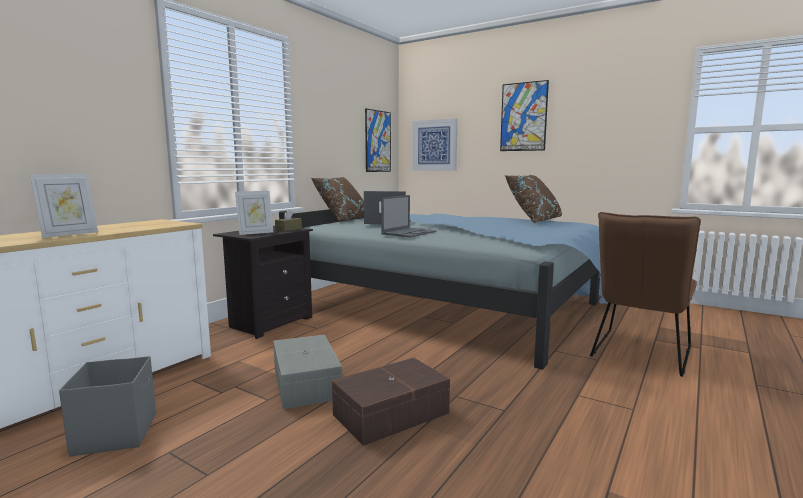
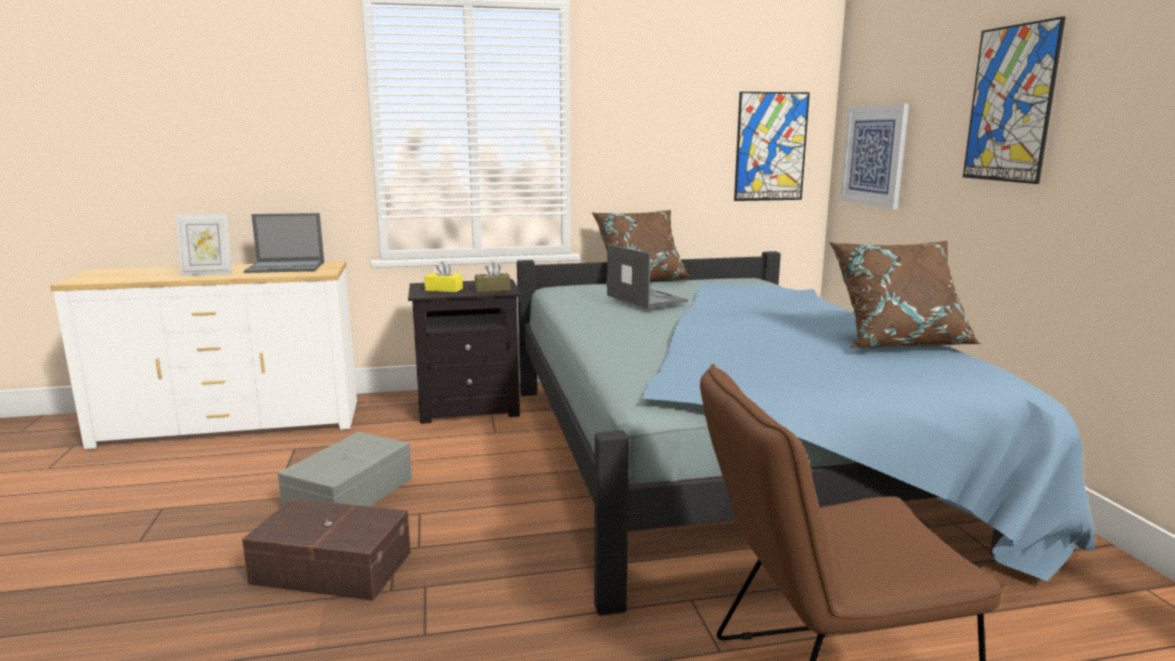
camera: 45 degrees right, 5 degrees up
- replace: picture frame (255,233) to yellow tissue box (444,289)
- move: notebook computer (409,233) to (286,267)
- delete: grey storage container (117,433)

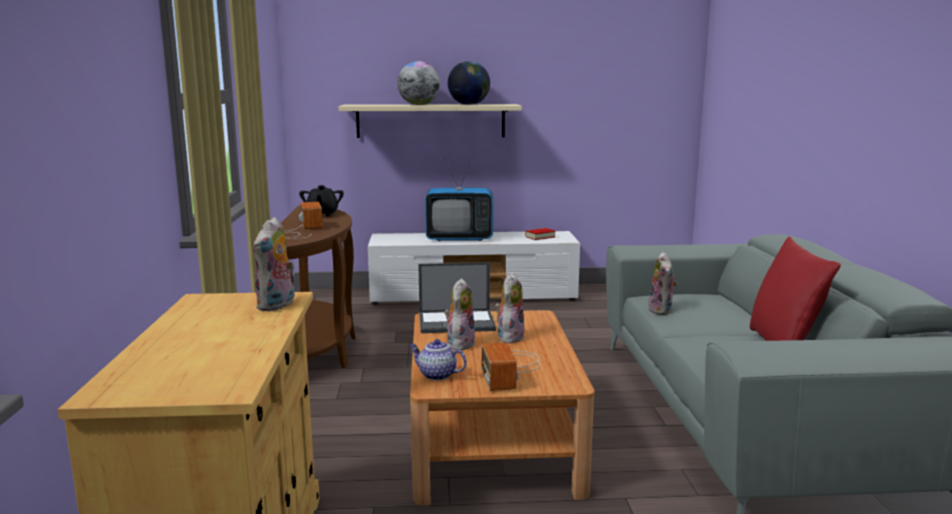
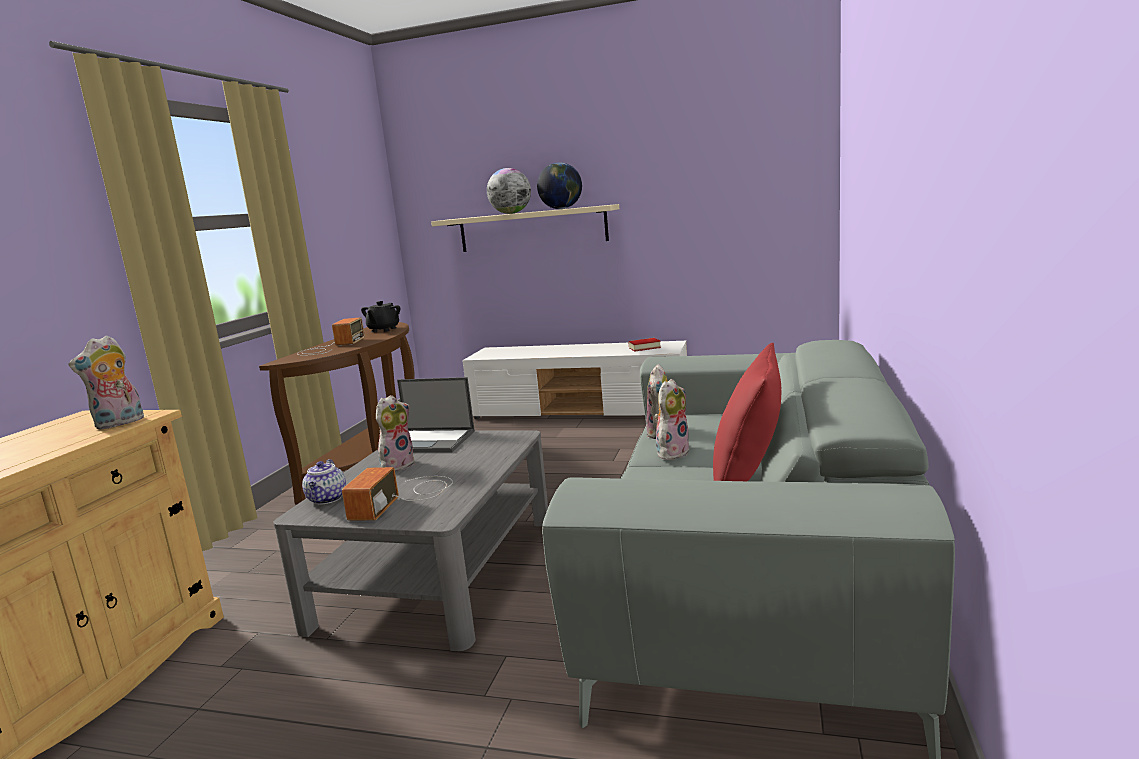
camera: 20 degrees right, 0 degrees up
- delete: TV (459,238)
- move: plush toy (509,337) to (672,452)
- recolor: brown-coloured coffee table (492,440) to grey coffee table (438,571)
- rotate: teapot (436,375) = (327,499) 135 degrees counterclockwise

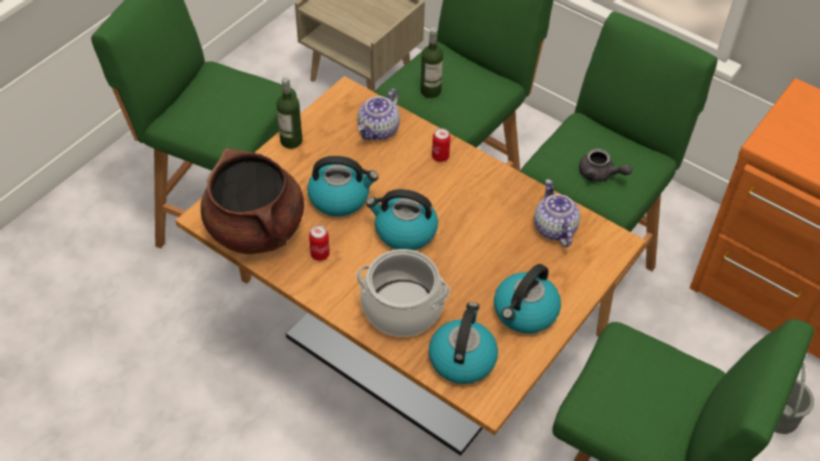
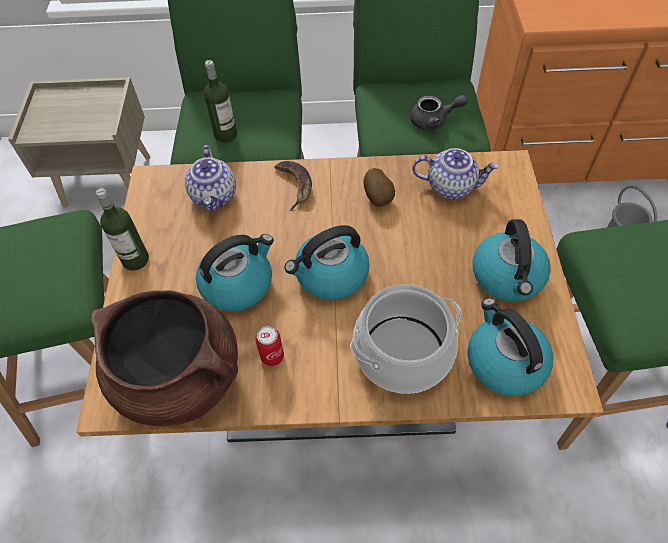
camera: 35 degrees left, 5 degrees up
- replace: can (440,157) to whole banana (294,185)
- rotate: teapot (553,228) = (451,186) 150 degrees clockwise
- insert: spud (379,198)

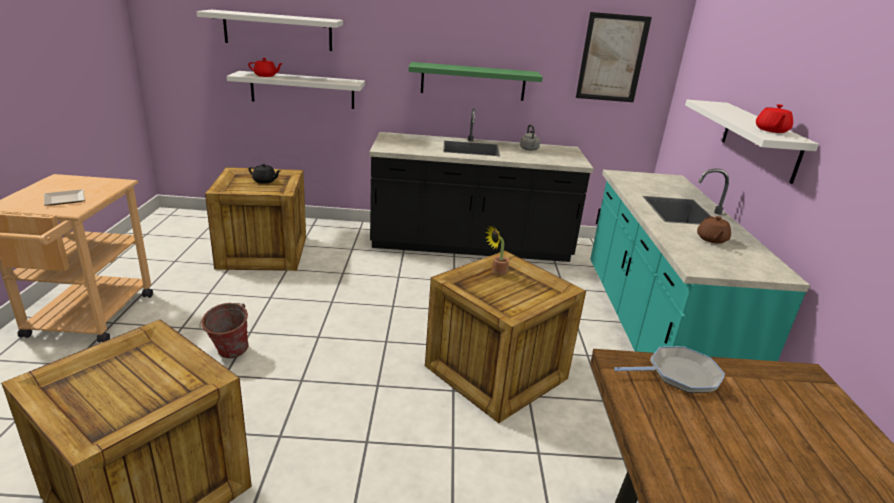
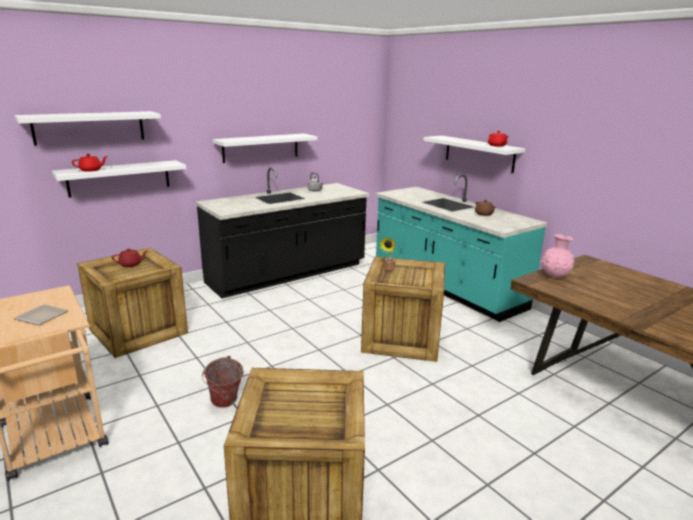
camera: 35 degrees left, 5 degrees down
- delete: wall picture (612,58)
- recolor: green wall shelf (473,81) to white wall shelf (261,147)
- recolor: blackish teapot (265,181) to red teapot (131,264)
- replace: pan (679,375) to pinkish decorative vase (554,276)

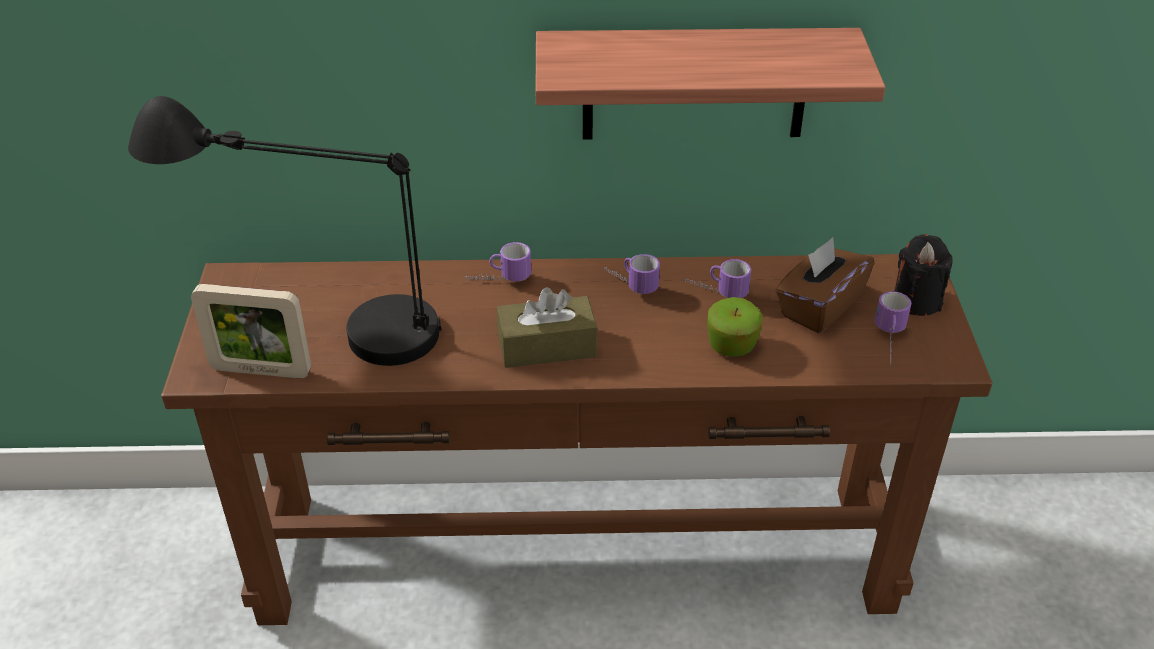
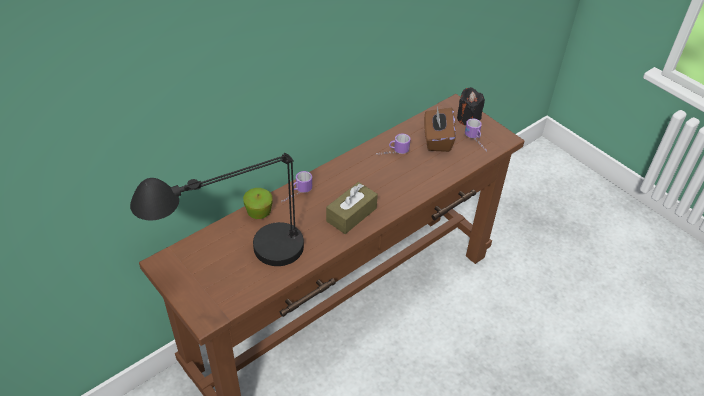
camera: 40 degrees left, 5 degrees up
- delete: wall shelf (694,84)
- delete: mug (629,284)
- delete: picture frame (261,370)
- move: apple (732,346) to (259,212)

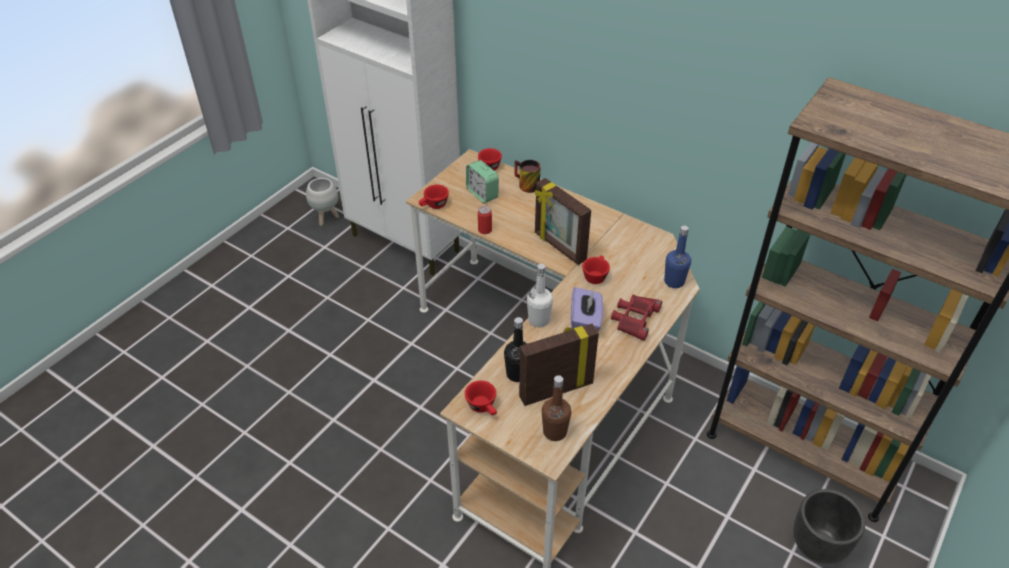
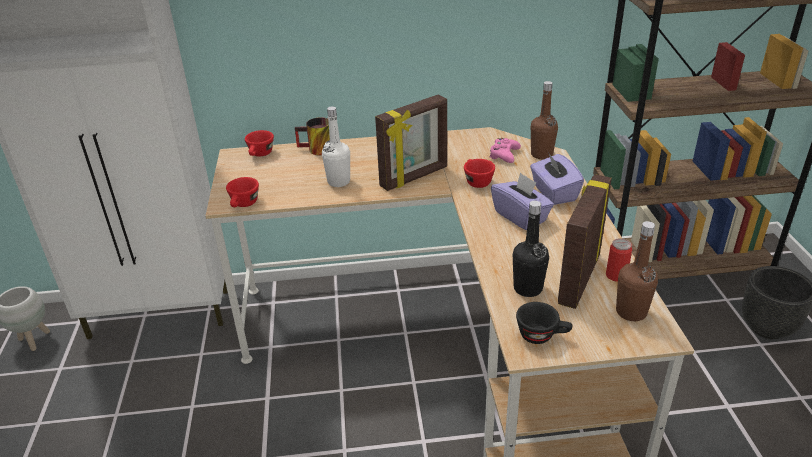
camera: 40 degrees left, 10 degrees down
- delete: table clock (482,194)
- rotate: picture frame (559,247) = (414,177) 45 degrees counterclockwise
- move: can (485,230) to (616,275)
- recolor: blue-coloured beverage bottle (674,282) to brown-coloured beverage bottle (541,154)
- move: white beverage bottle (539,320) to (338,182)
- replace: red field glasses (634,319) to purple tissue box (553,193)
- recolor: red small cup (483,407) to blackish small cup (542,335)
- insert: pinkish game controller (504,155)

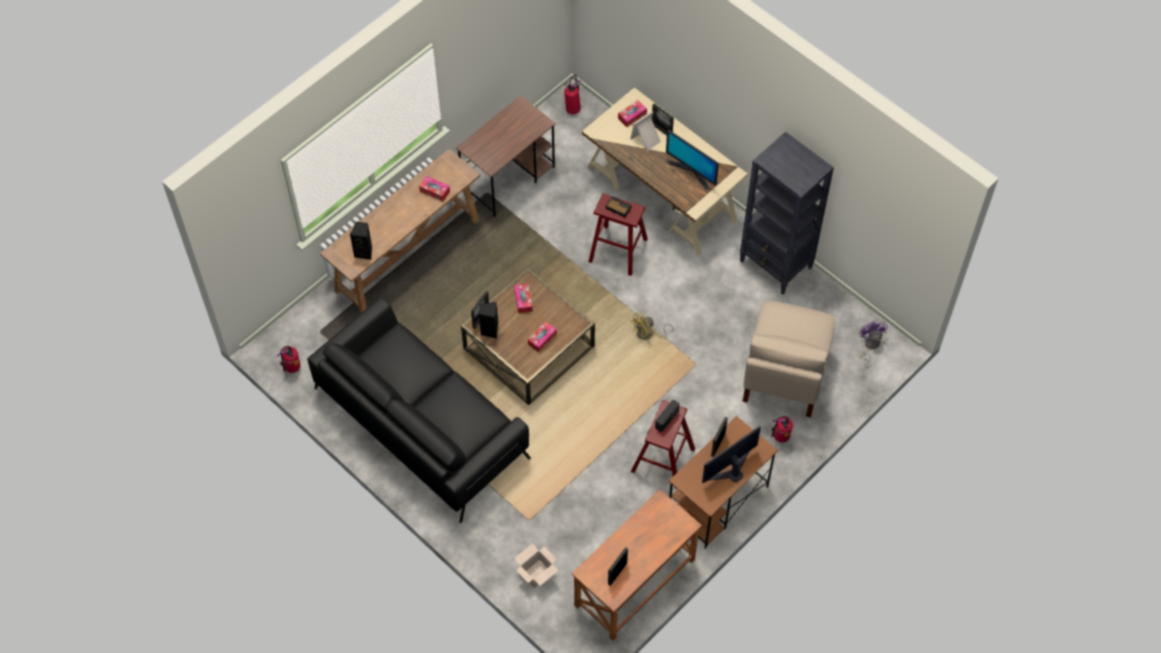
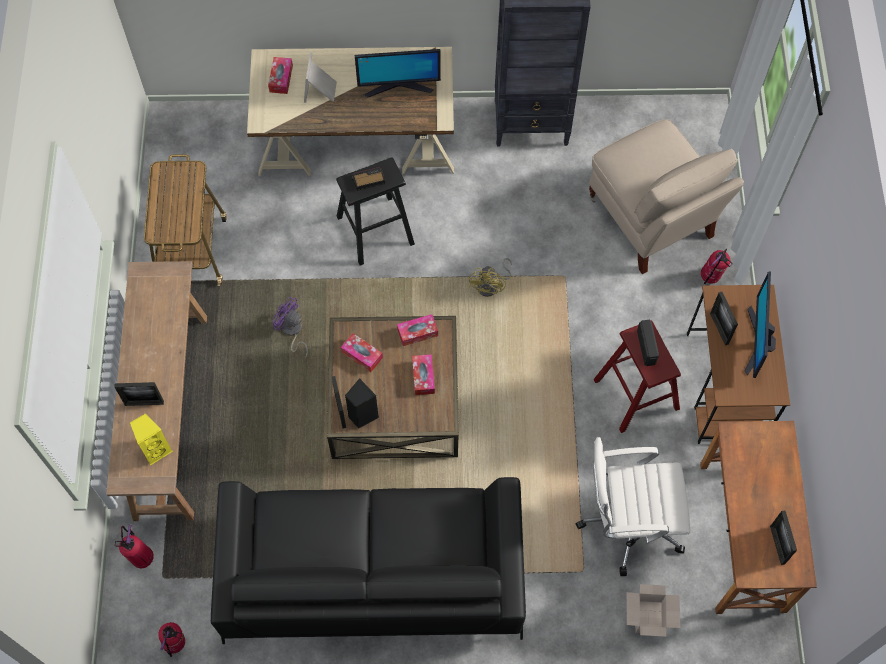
camera: 45 degrees left, 5 degrees up
- move: fire extinguisher (573,109) to (141,557)
- replace: brown-coloured desk (509,178) to cart (191,249)
- move: picture frame (661,130) to (144,403)
- move: tissue box (434,191) to (417,332)
- recolor: red stool seat (618,250) to blackish stool seat (375,230)
- recolor: blackish loudspeaker (364,252) to yellow loudspeaker (156,449)
- move: purple cooling fan (869,345) to (292,331)
- insert: white computer chair (628,522)

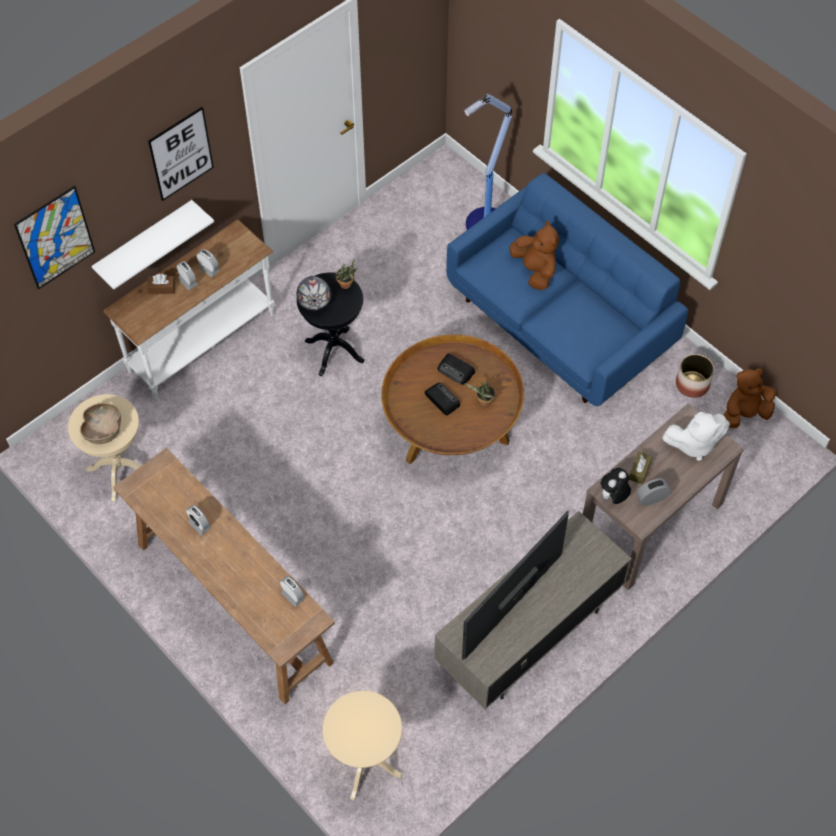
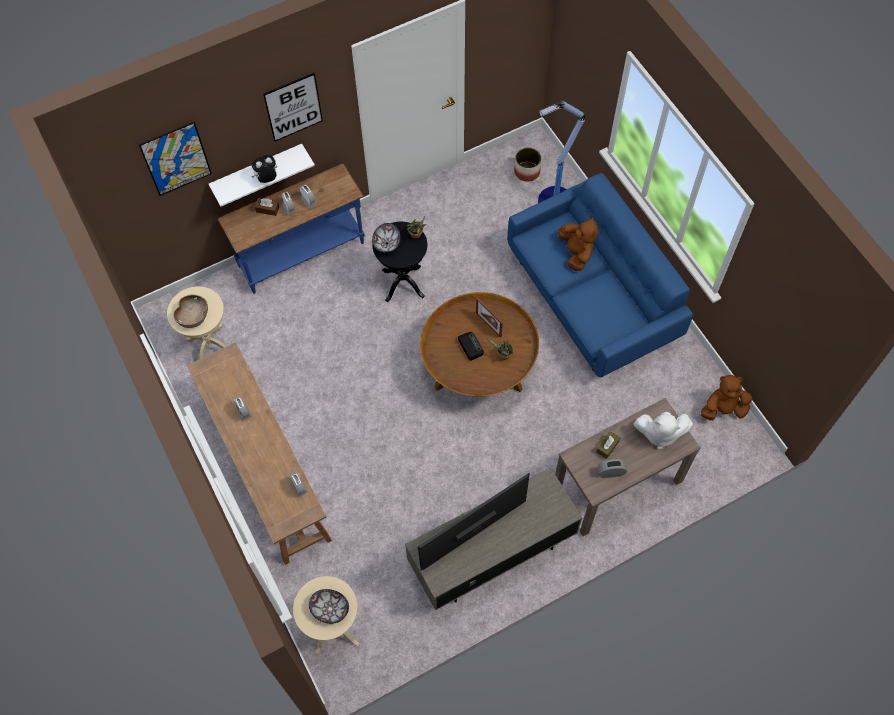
camera: 15 degrees right, 5 degrees up
- recolor: white console table (203,344) to blue-coloured console table (302,255)
- replace: radio receiver (456,371) to picture frame (488,325)
- move: planter (692,384) to (527,171)
- move: plush toy (613,497) to (267,179)
- insert: serving bowl (330,608)

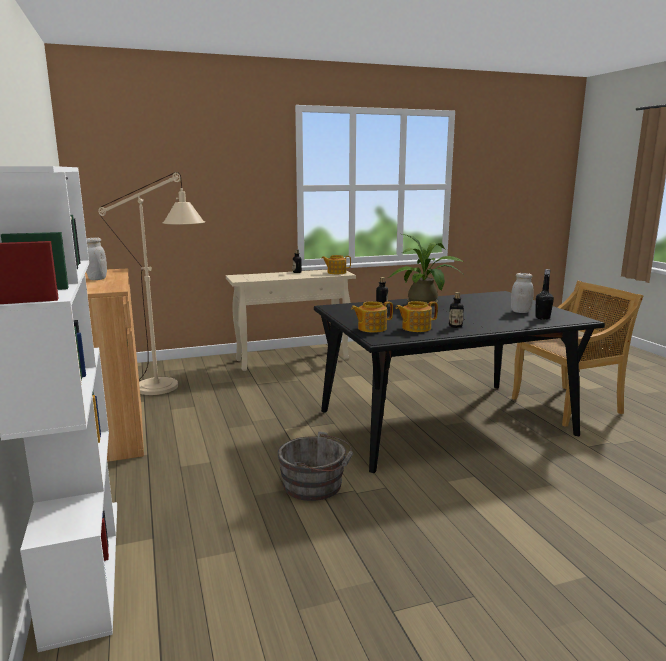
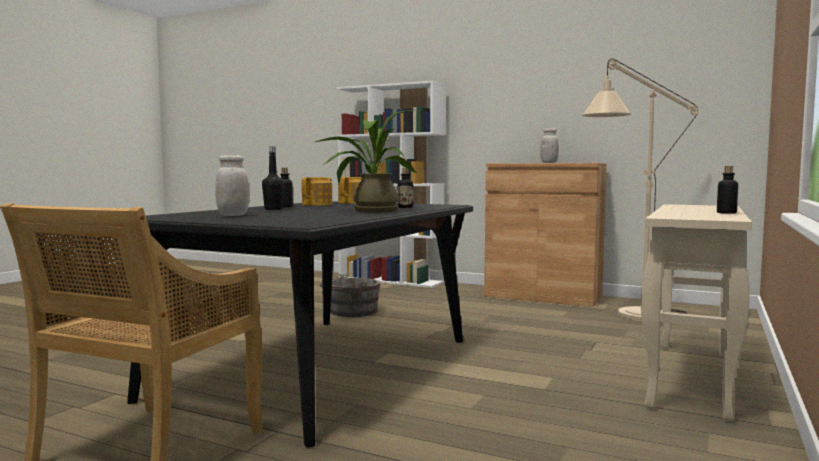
camera: 135 degrees right, 10 degrees down
- delete: teapot (336,272)
- move: blackish beverage bottle (542,318) to (273,209)

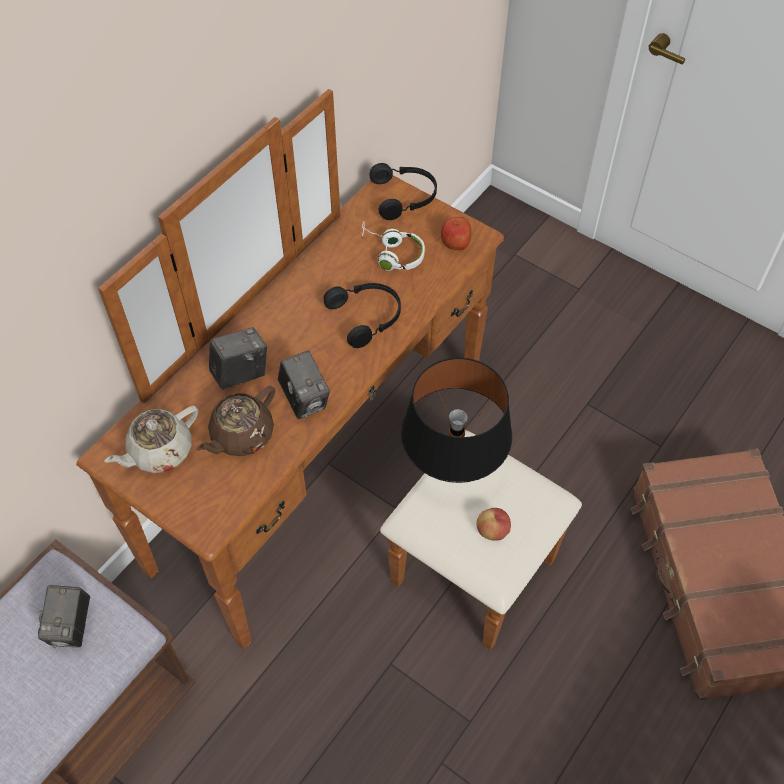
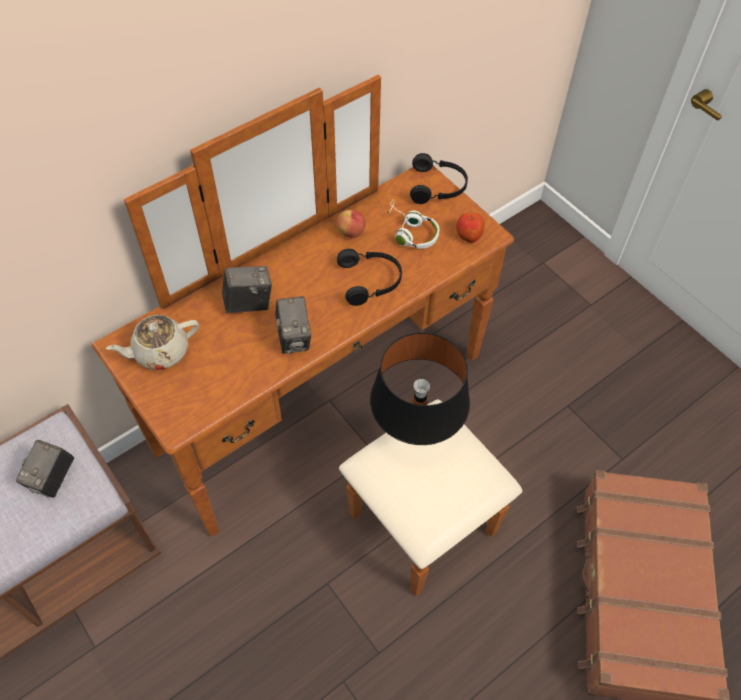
camera: 15 degrees right, 0 degrees up
- delete: brown-coloured teapot (241,435)
- move: apple (492,531) to (351,232)

